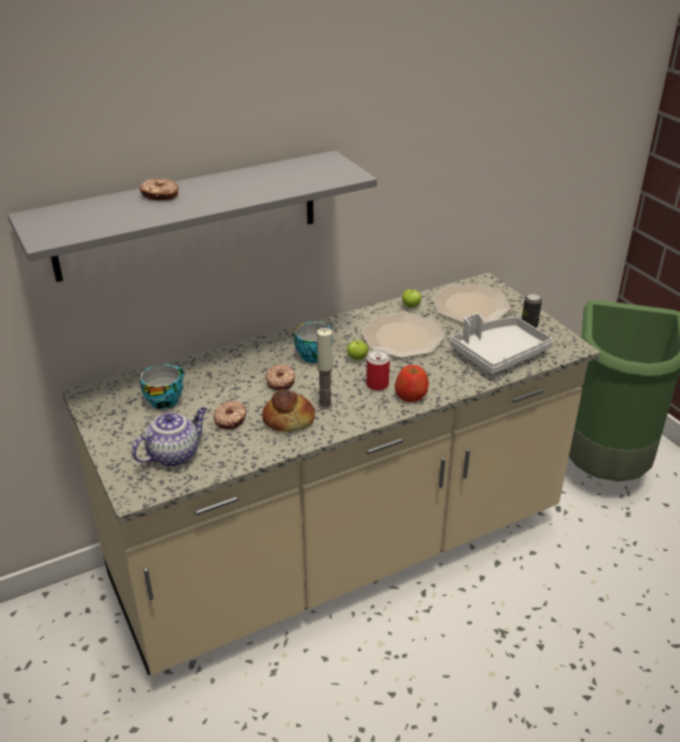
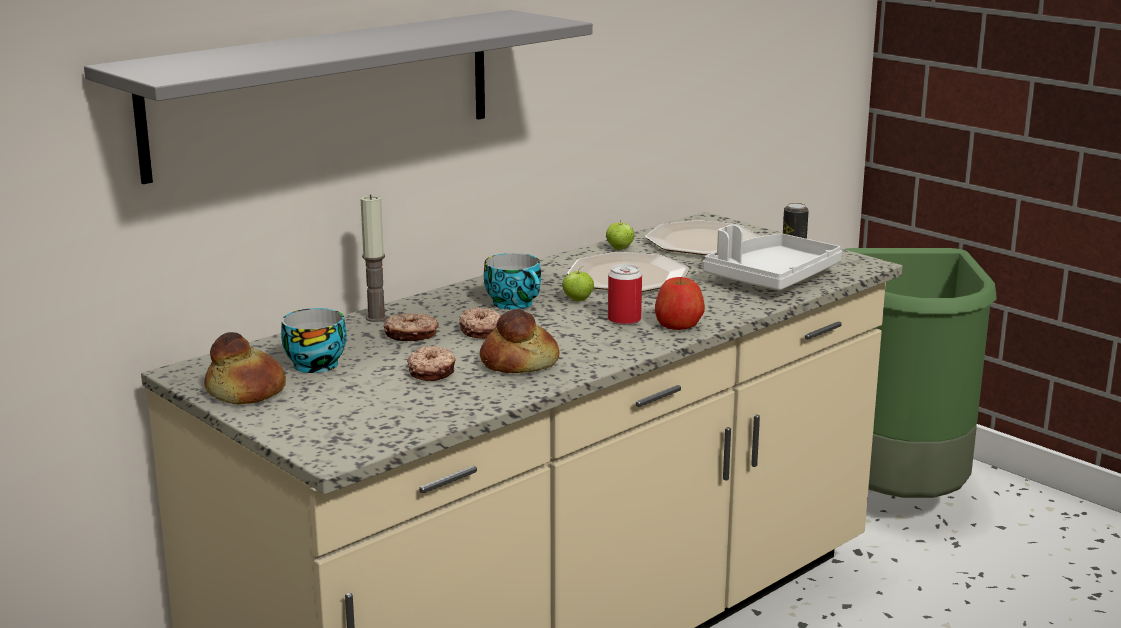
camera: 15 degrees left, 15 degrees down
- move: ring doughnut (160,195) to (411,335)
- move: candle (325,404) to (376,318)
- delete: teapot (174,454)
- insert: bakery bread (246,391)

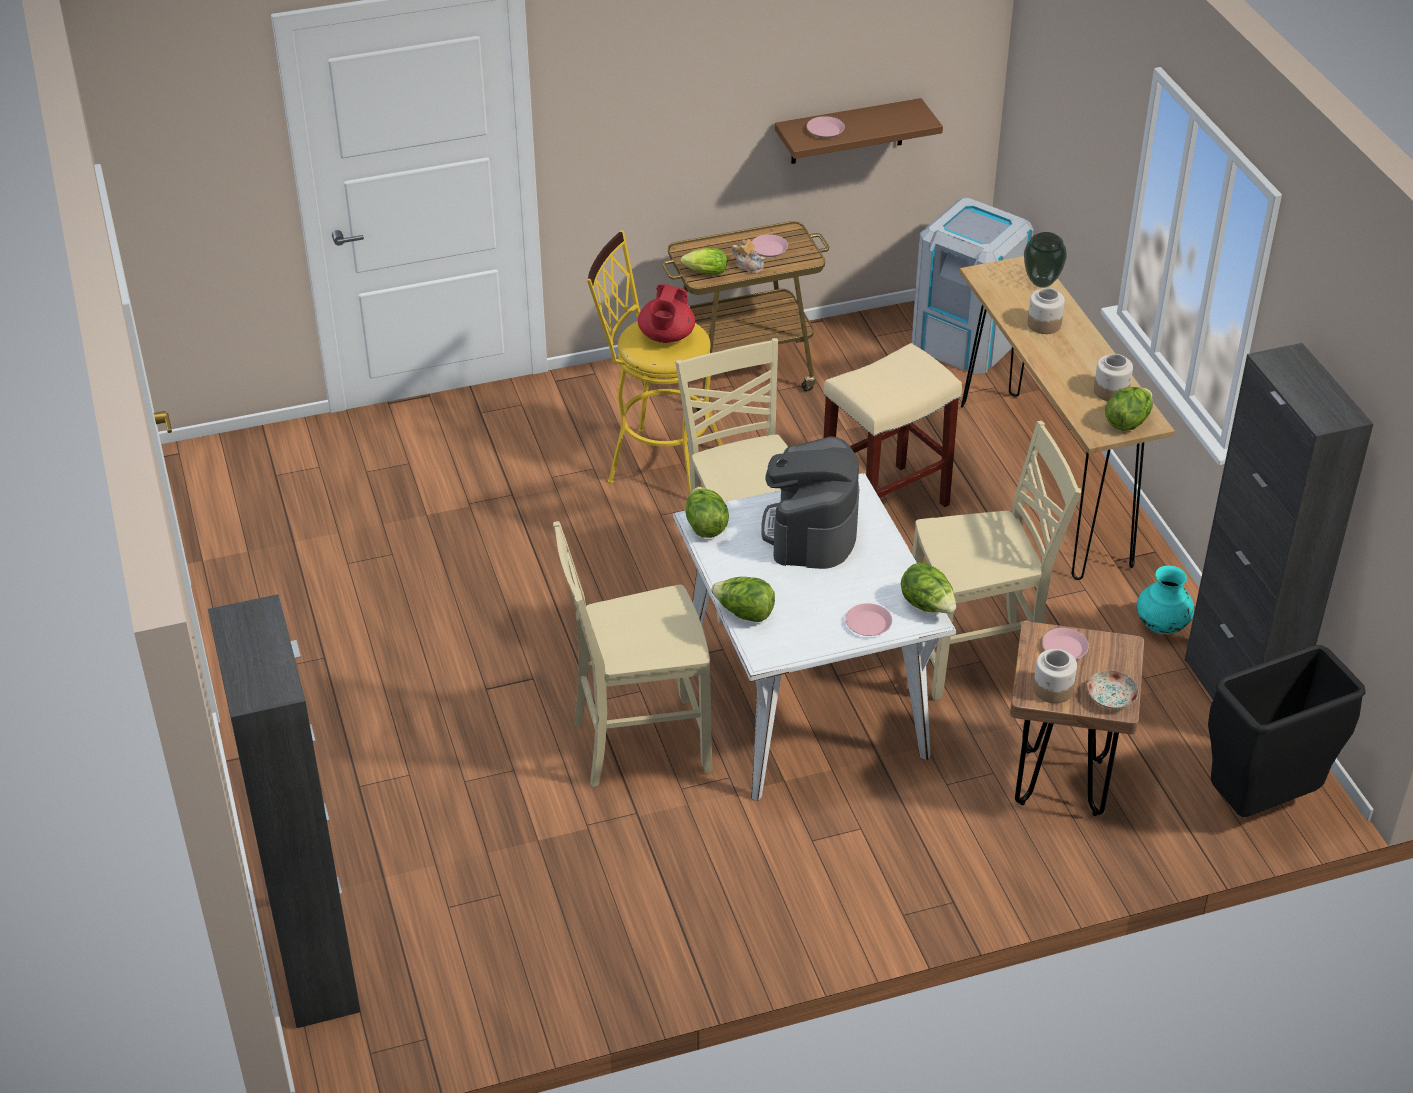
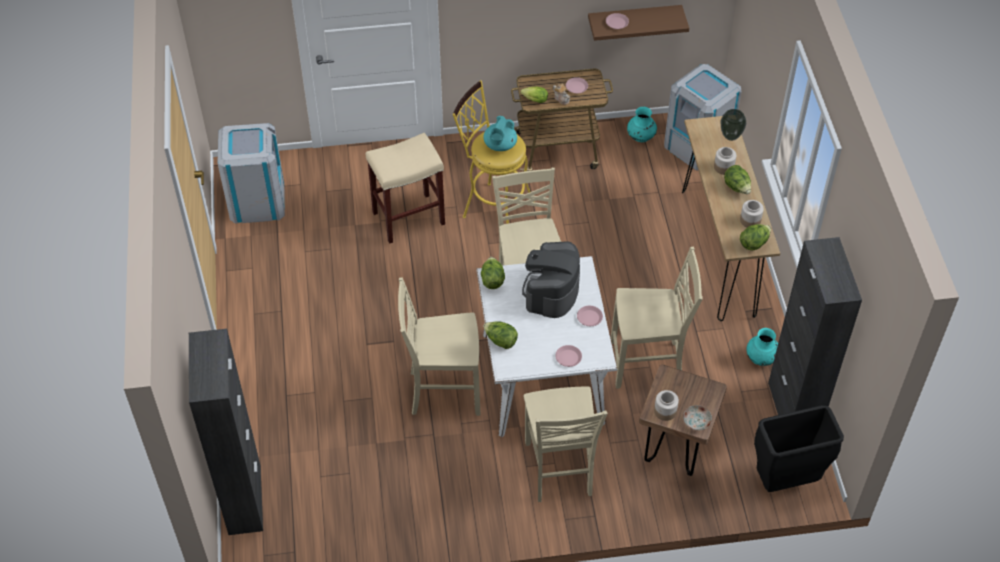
camera: 10 degrees right, 10 degrees up
- recolor: red teapot (666,337) to blue-green teapot (500,145)
- move: beige-coloured stool seat (885,502) to (409,217)
- move: lettuce head (927,606) to (737,188)
- move: pinkish flat dish (1064,648) to (589,318)
- insert: blue-green decorative vase (640,137)
- insert: grey waste bin (257,201)
- insert: beige-coloured chair (559,470)

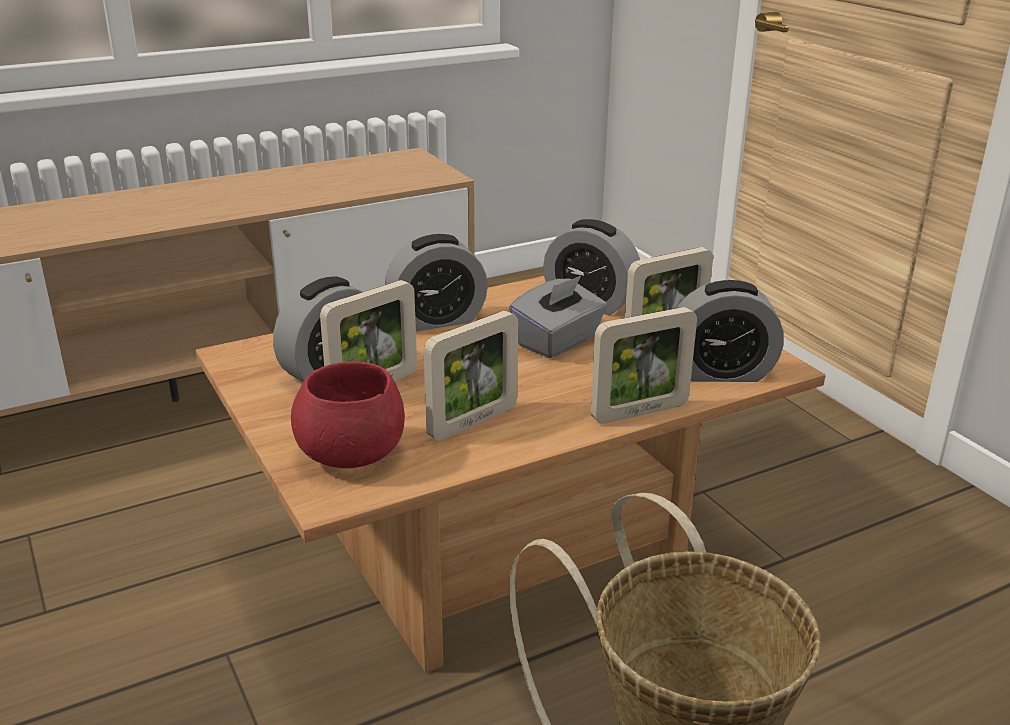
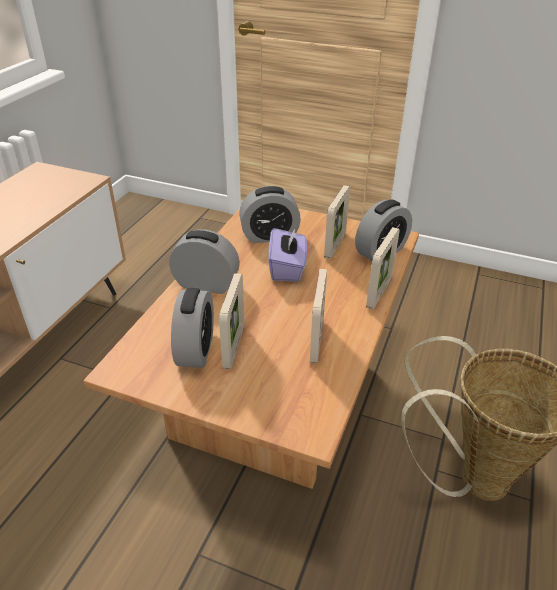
camera: 40 degrees left, 10 degrees up
- rotate: table clock (437,320) = (206,284) 105 degrees counterclockwise
- recolor: grey tissue box (558,341) to purple tissue box (287,268)
- delete: red serving bowl (352,455)

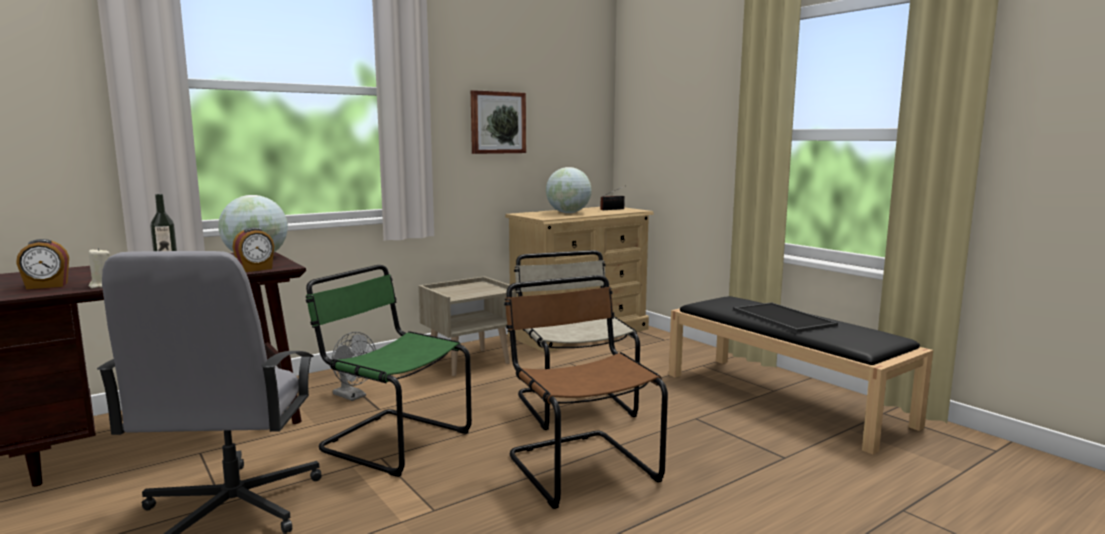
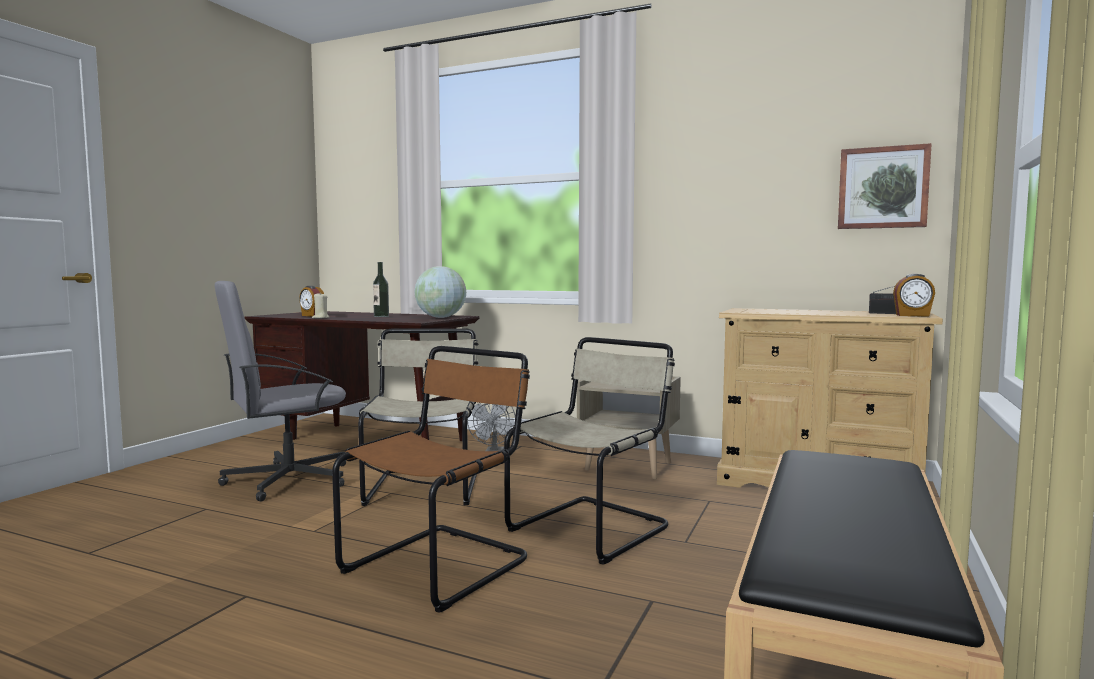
camera: 60 degrees right, 5 degrees down
- move: wall picture (497,122) to (882,188)
- delete: world globe (568,213)
- move: table clock (255,269) to (912,315)
- recolor: green chair (391,440) to beige-coloured chair (424,487)
- delete: tray (781,317)

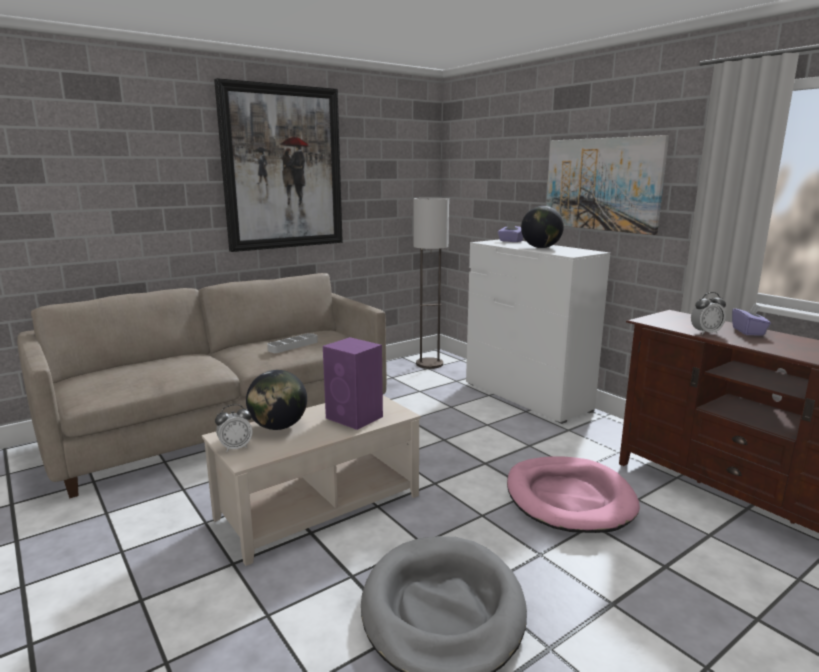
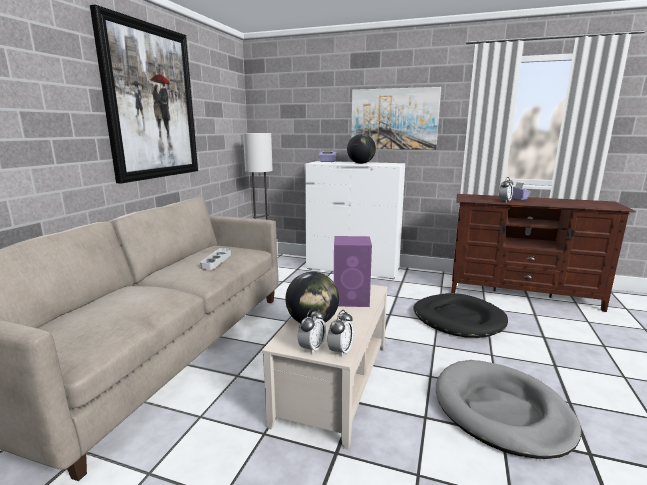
camera: 35 degrees left, 0 degrees up
- recolor: pinkish dog cushion (569,498) to blackish dog cushion (458,319)
- insert: table clock (340,351)

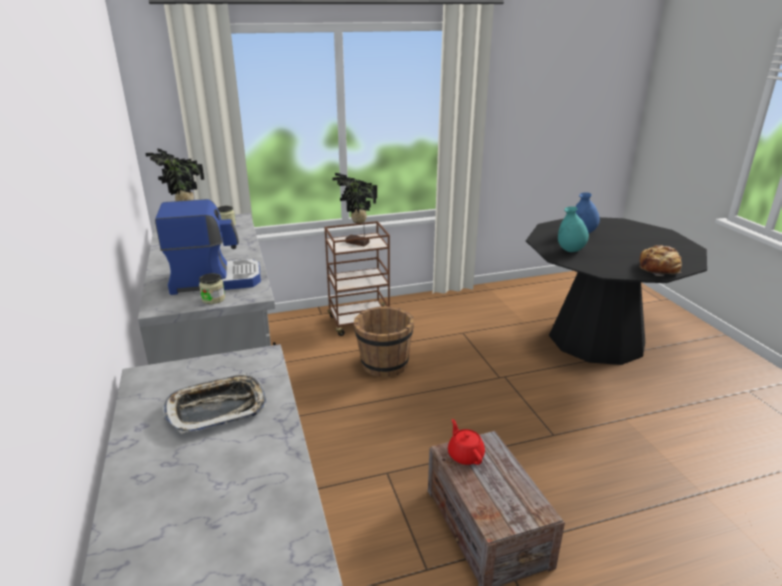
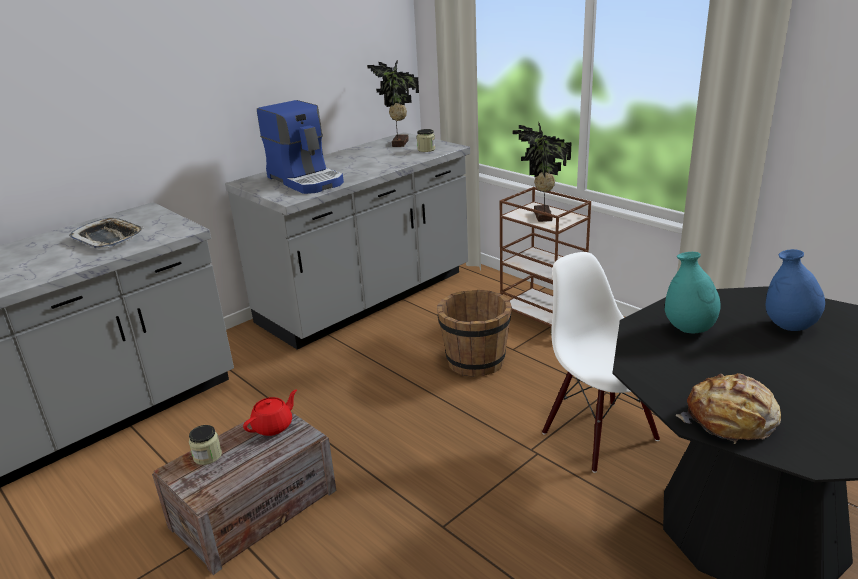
camera: 65 degrees right, 0 degrees up
- move: jar (213,299) to (207,456)
- insert: white chair (601,435)

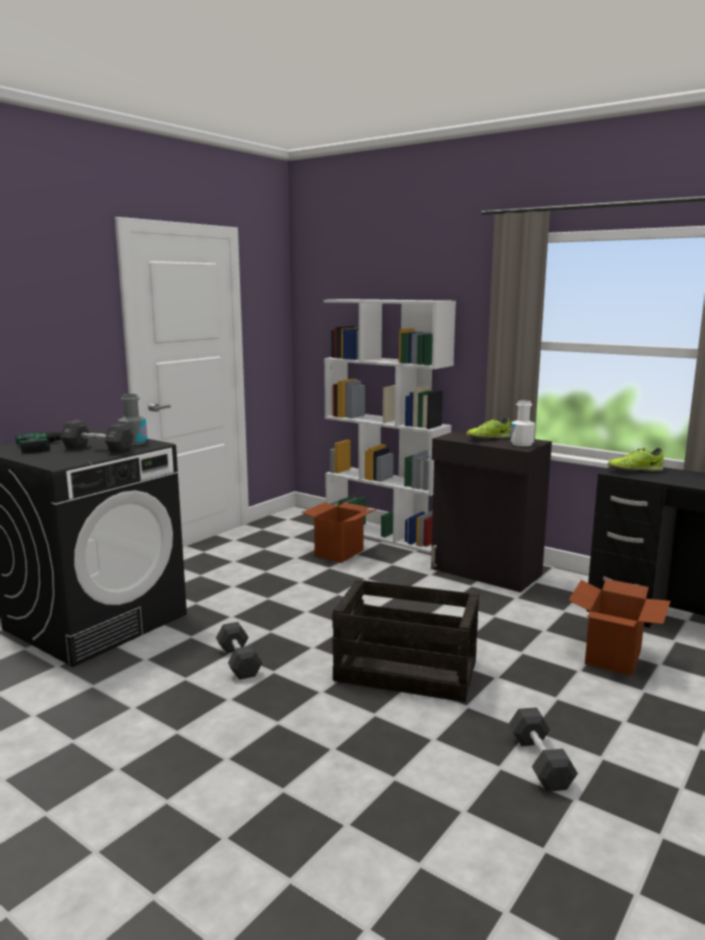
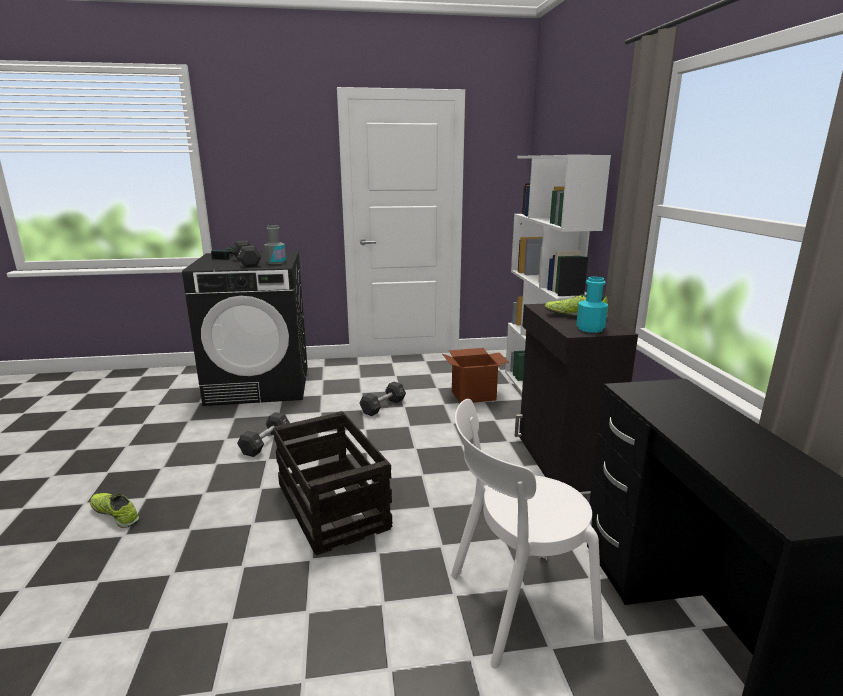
camera: 45 degrees right, 5 degrees up
- recolor: white beverage bottle (521,444) to blue-green beverage bottle (590,329)
- move: low shoe (634,470) to (115,514)
- replace: cardboard box (613,657) to white chair (514,606)
- move: blackish free weight (540,762) to (383,406)

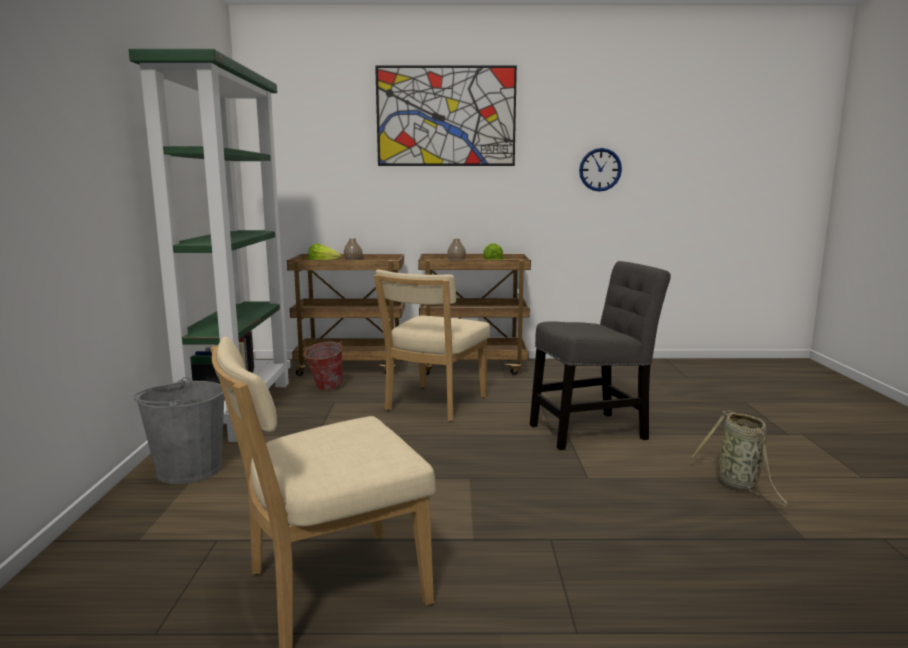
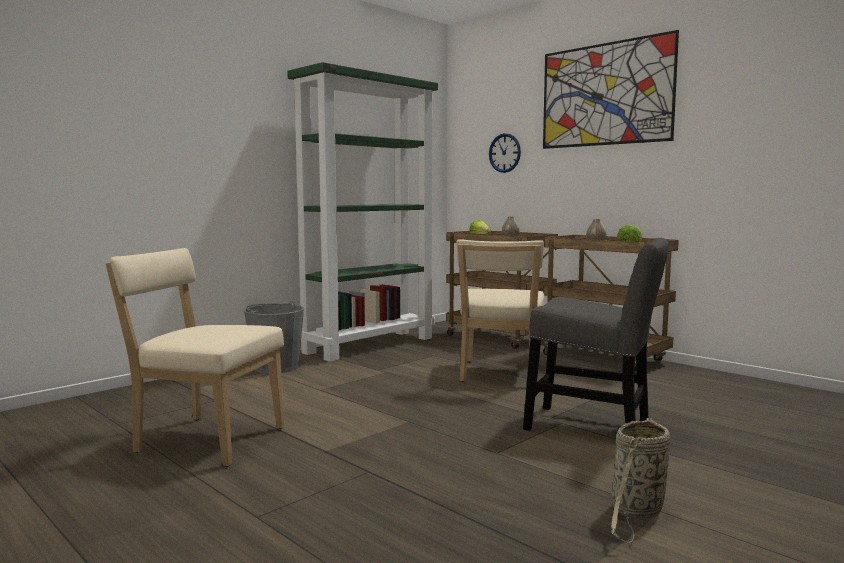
camera: 45 degrees right, 5 degrees down
- move: wall clock (600,169) to (504,153)
- rotate: beige-coloured chair (433,405) = (499,374) 60 degrees counterclockwise
- delete: bucket (324,388)

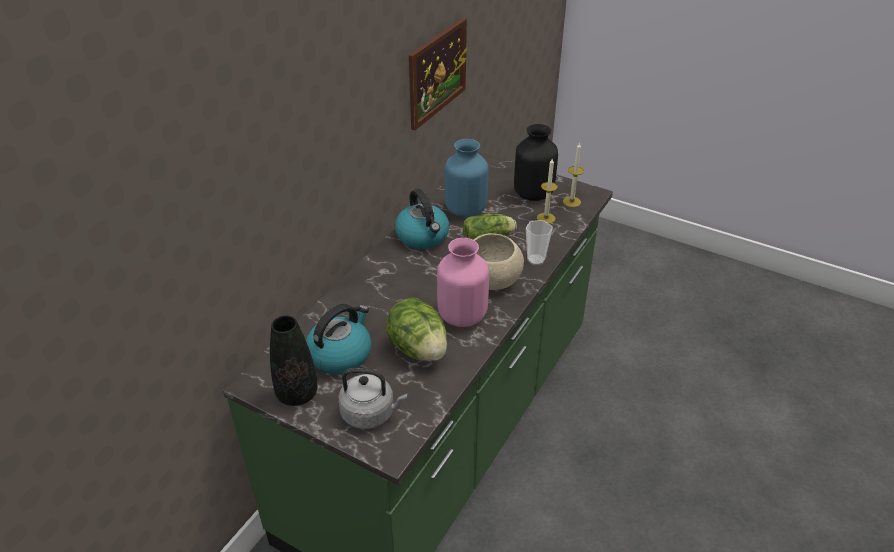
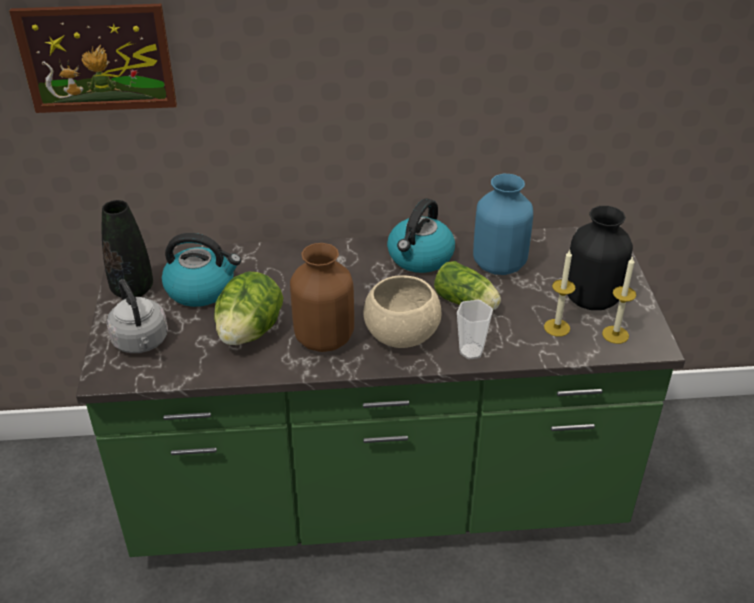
camera: 55 degrees right, 0 degrees up
- move: wall picture (437,73) to (97,58)
- recolor: pinkish decorative vase (462,316) to brown-coloured decorative vase (323,339)

